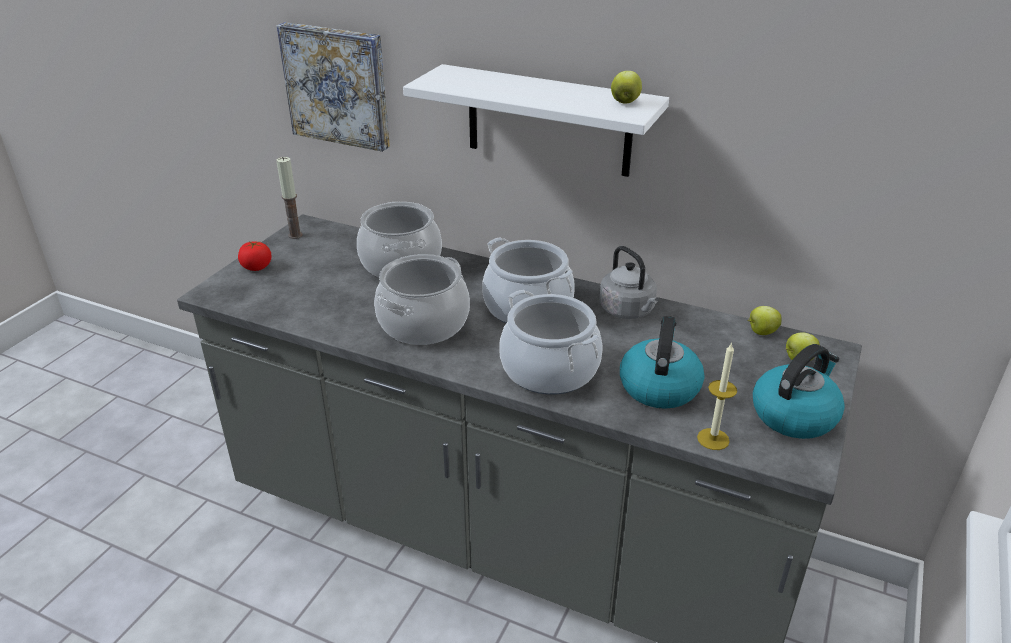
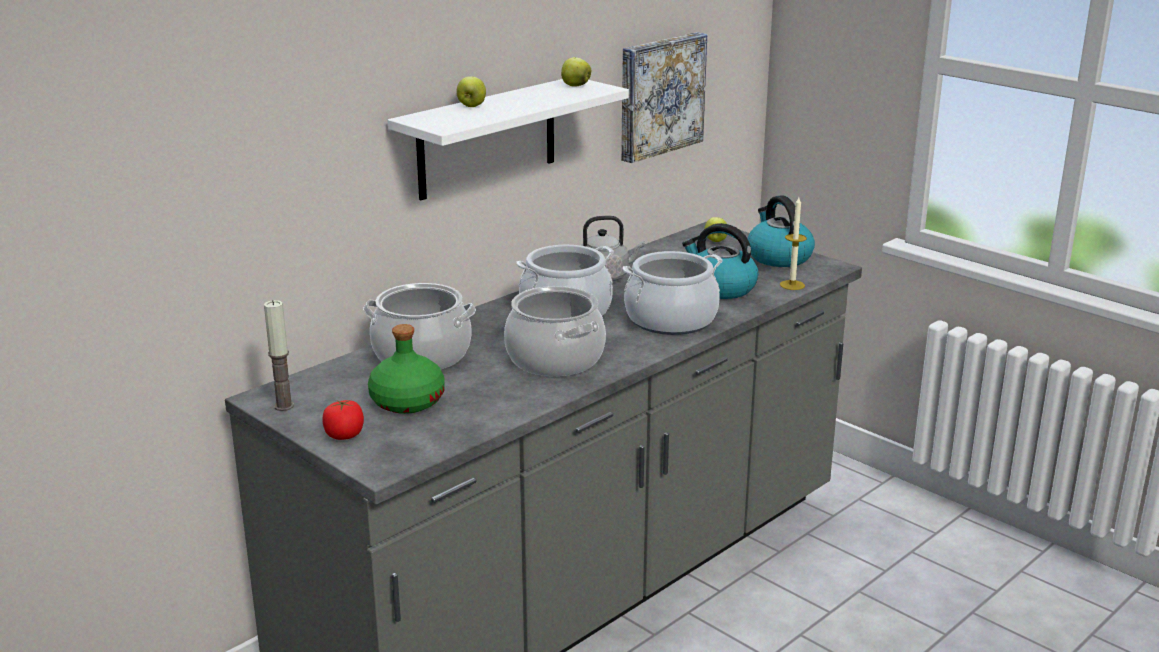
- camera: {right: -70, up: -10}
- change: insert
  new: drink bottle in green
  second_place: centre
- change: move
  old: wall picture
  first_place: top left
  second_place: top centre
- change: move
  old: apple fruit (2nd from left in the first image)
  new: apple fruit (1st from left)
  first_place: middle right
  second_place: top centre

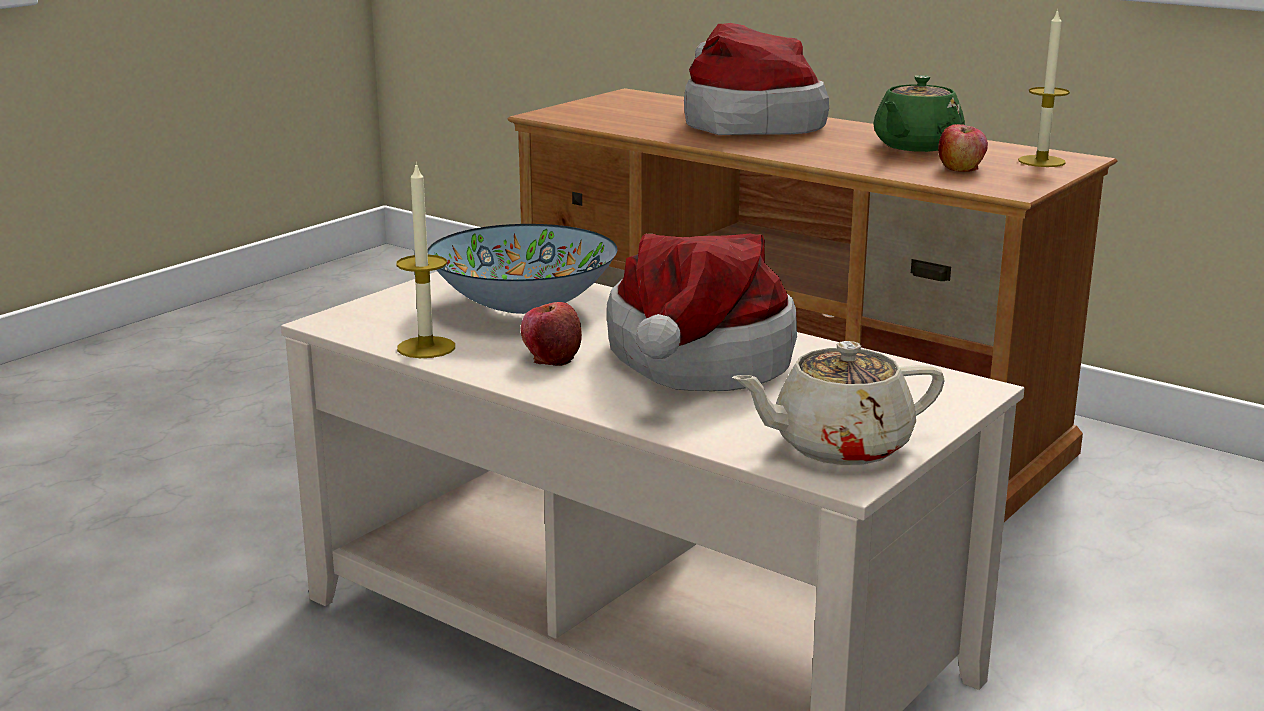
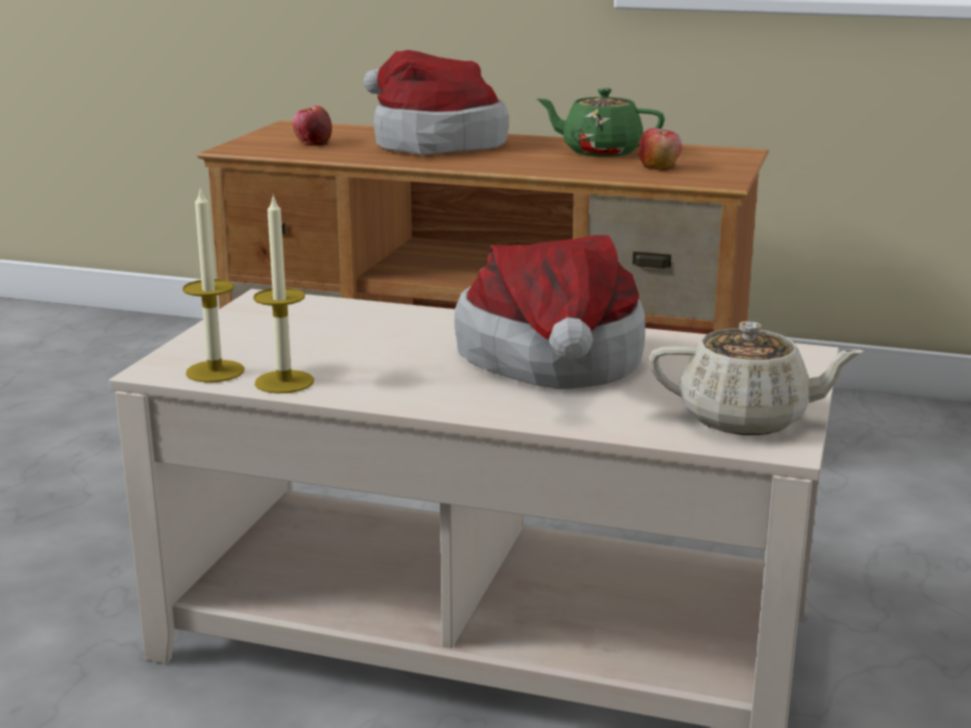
- camera: {right: -20, up: 0}
- change: delete
  old: bowl
  first_place: centre
- change: move
  old: apple fruit (1st from left)
  first_place: centre
  second_place: top left
- change: move
  old: candle (2nd from left in the first image)
  new: candle (1st from left)
  first_place: top right
  second_place: middle left
- change: rotate
  old: teapot in beige-coloured
  first_place: centre
  second_place: middle right
  degrees: -135
- change: rotate
  old: teapot in green
  first_place: top right
  second_place: top centre
  degrees: 90

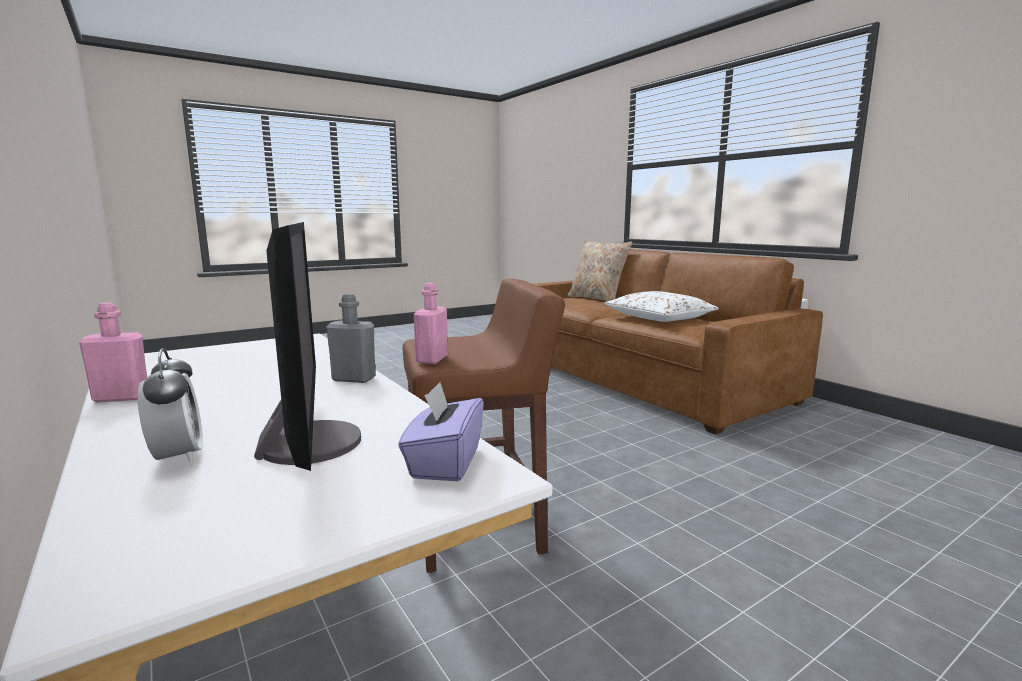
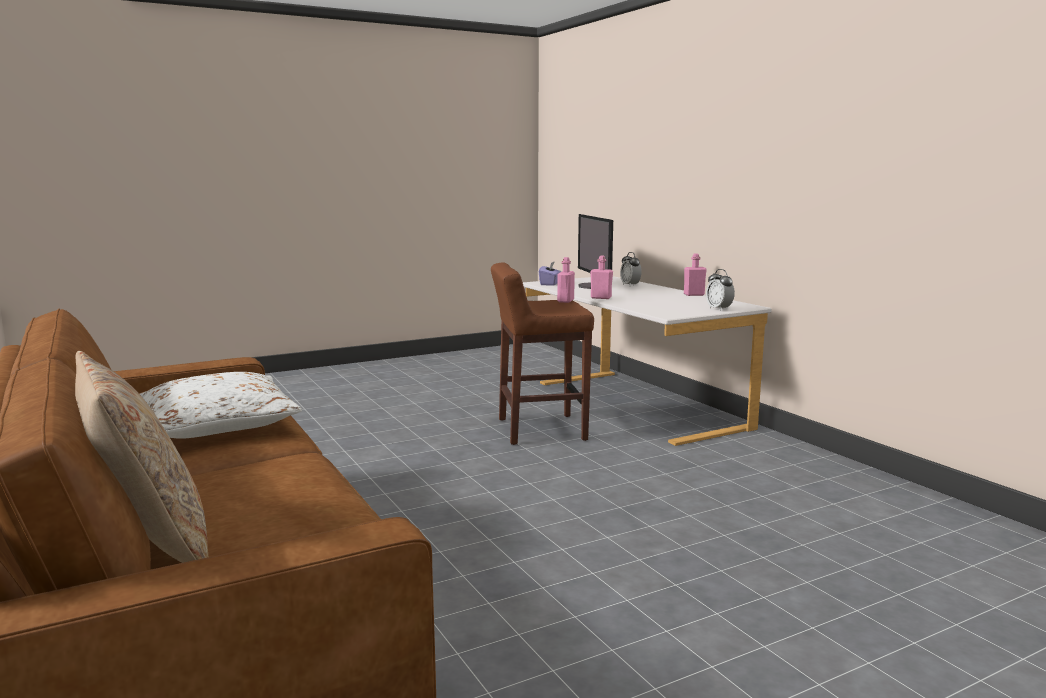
- camera: {right: -175, up: 0}
- change: insert
  new: table clock (2nd from left)
  second_place: middle right
- change: recolor
  old: drink bottle in gray
  new: drink bottle in pink (2nd from left)
  first_place: centre
  second_place: centre

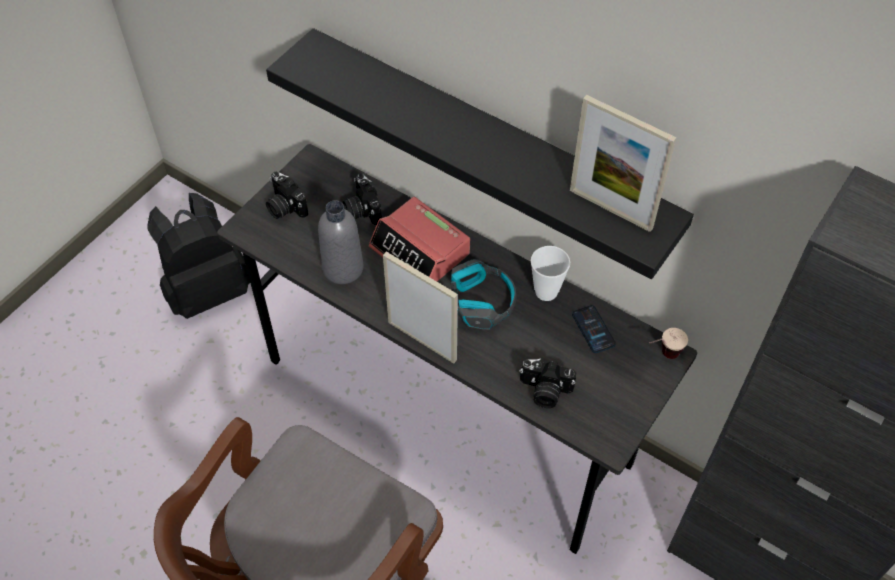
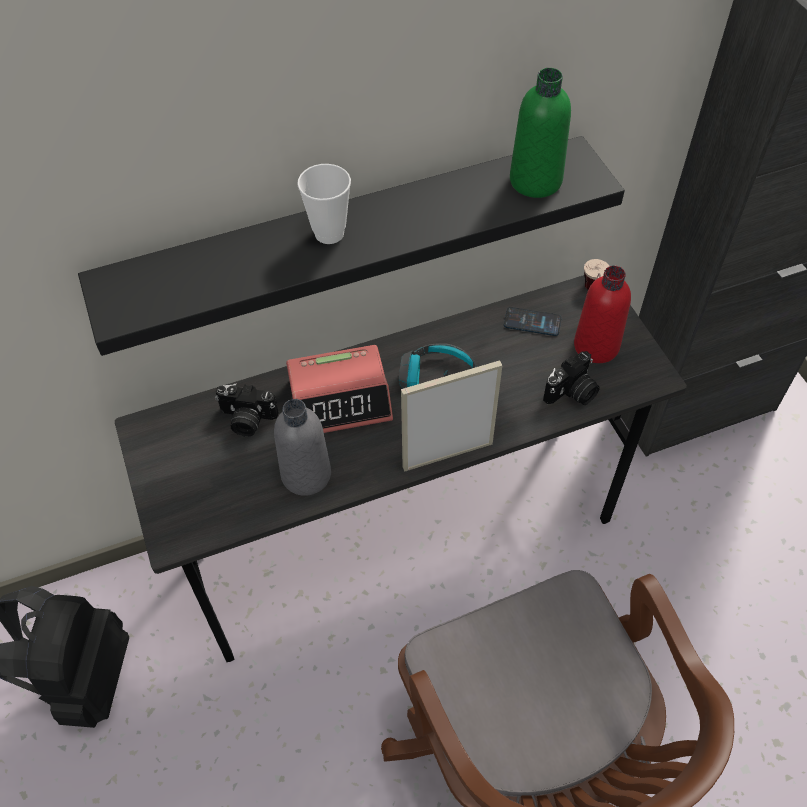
- camera: {right: -55, up: 0}
- change: delete
  old: photo camera (1st from left)
  first_place: middle left
- change: insert
  new: drink bottle in red-coloured
  second_place: middle right
- change: move
  old: cup (1st from left)
  first_place: centre
  second_place: top centre
- change: replace
  old: picture frame (2nd from left)
  new: drink bottle in green
  first_place: top right
  second_place: top right

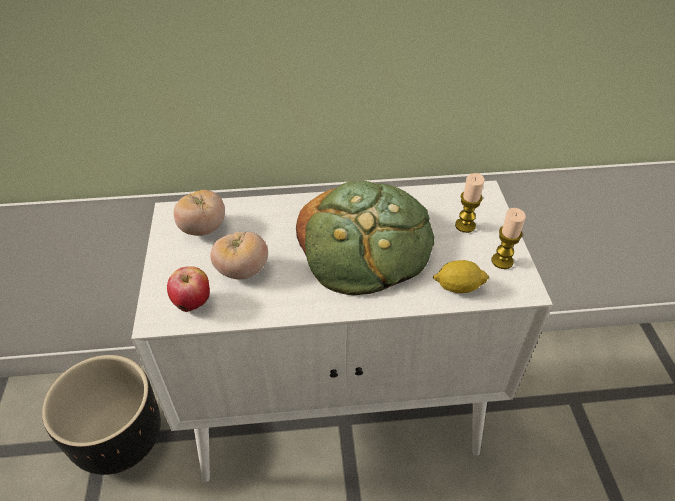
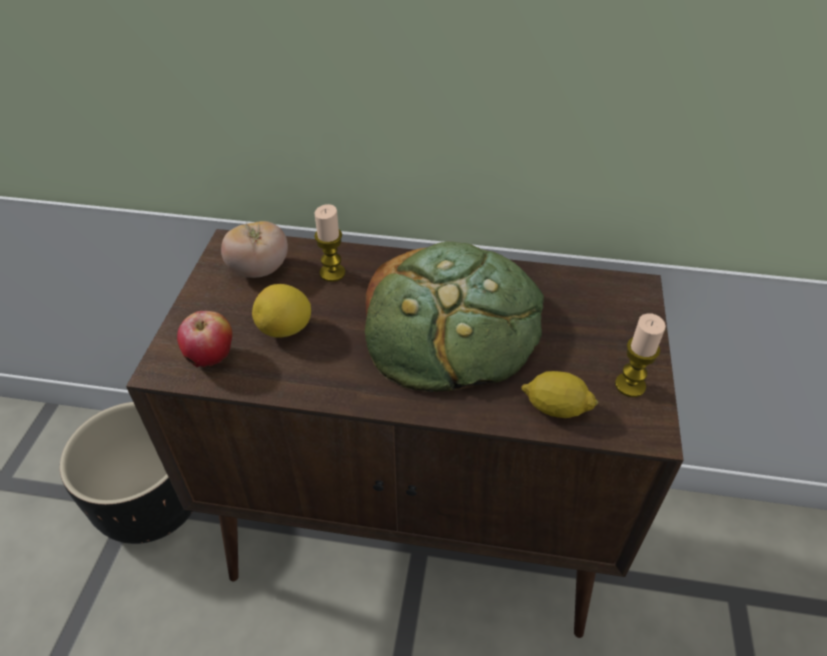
- camera: {right: 15, up: 0}
- change: move
  old: candle (1st from left)
  first_place: middle right
  second_place: centre
- change: replace
  old: whole tomato (2nd from left)
  new: lemon (1st from left)
  first_place: centre
  second_place: centre
- change: recolor
  old: cupboard in whitish
  new: cupboard in brown-coloured
  first_place: centre
  second_place: centre

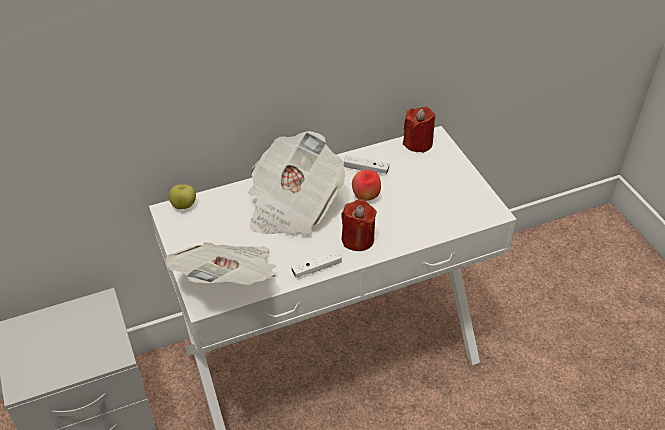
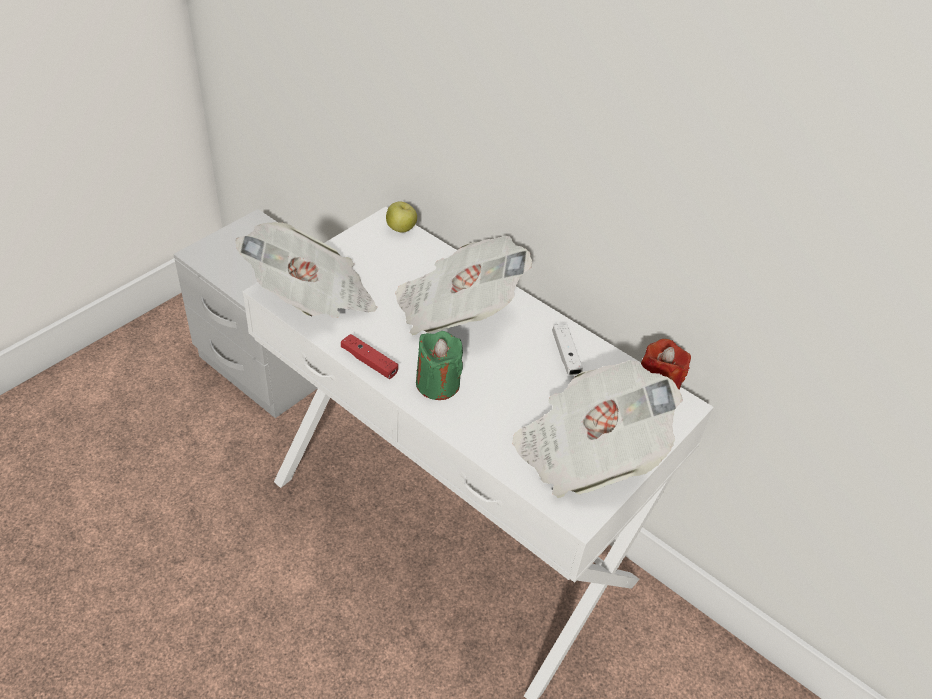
- camera: {right: 60, up: 0}
- change: delete
  old: apple fruit (2nd from left)
  first_place: centre
- change: insert
  new: newspaper (3rd from left)
  second_place: centre
- change: recolor
  old: game controller in whitish (1st from left)
  new: game controller in red-coloured
  first_place: centre
  second_place: centre
- change: recolor
  old: candle in red-coloured (1st from left)
  new: candle in green
  first_place: centre
  second_place: centre

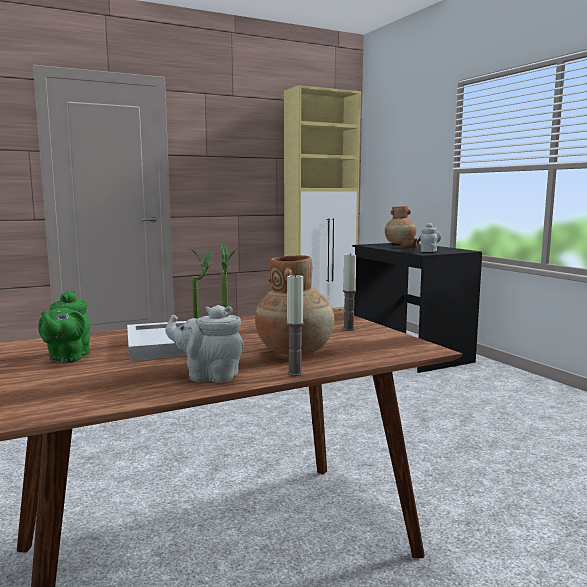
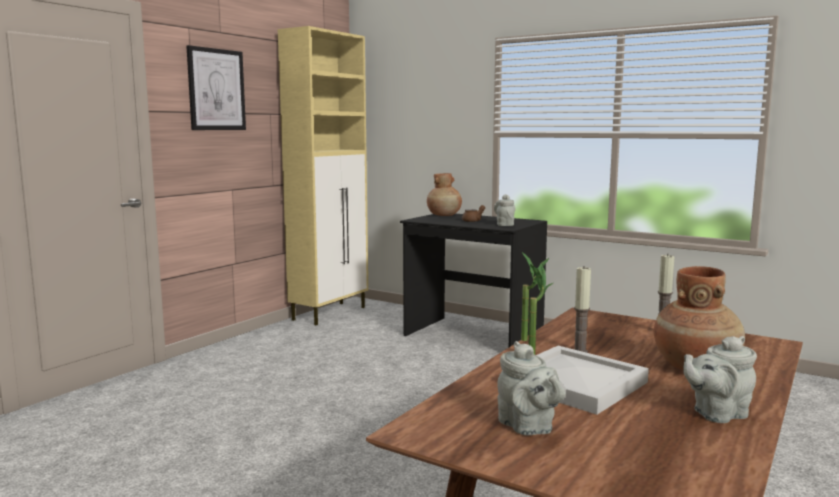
- camera: {right: -30, up: 0}
- change: insert
  new: wall picture
  second_place: top left
- change: move
  old: candle (1st from left)
  first_place: centre
  second_place: middle right
- change: recolor
  old: teapot in green
  new: teapot in gray (2nd from left)
  first_place: middle left
  second_place: bottom centre

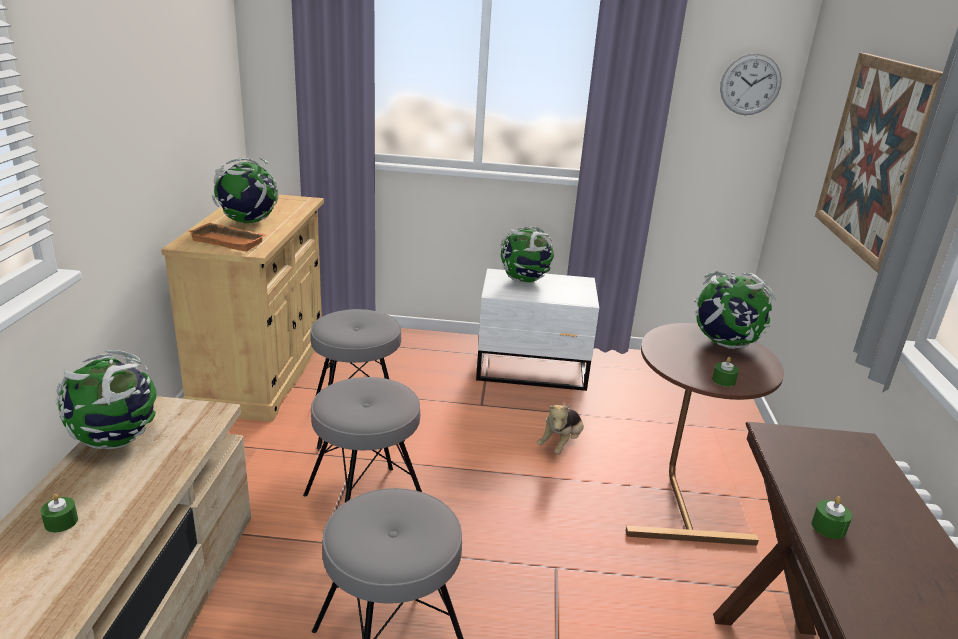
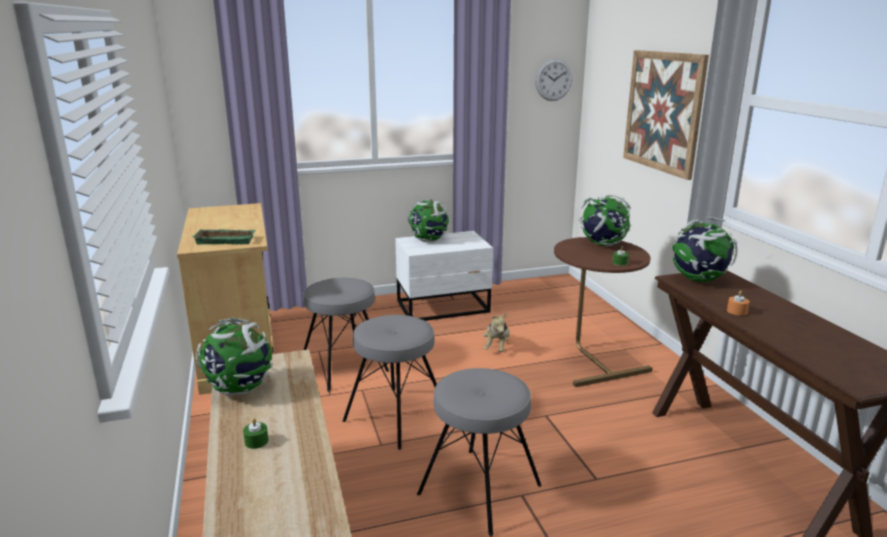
- camera: {right: -20, up: -5}
- change: move
  old: world globe (2nd from left in the first image)
  new: world globe (4th from left)
  first_place: top left
  second_place: middle right
- change: recolor
  old: tray in orangey
  new: tray in green
  first_place: middle left
  second_place: middle left
- change: recolor
  old: candle in green (3rd from left)
  new: candle in orangey
  first_place: bottom right
  second_place: middle right

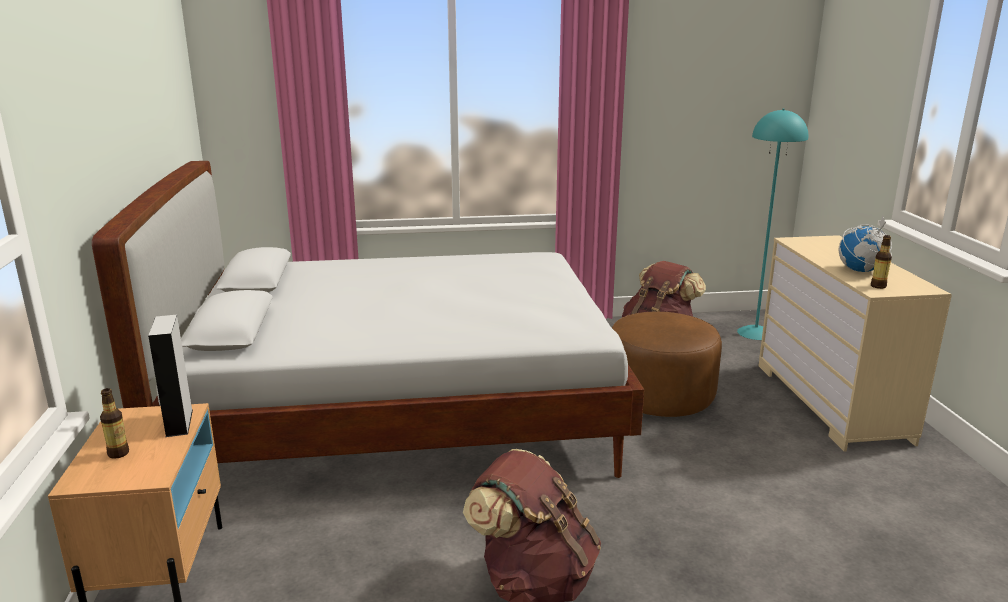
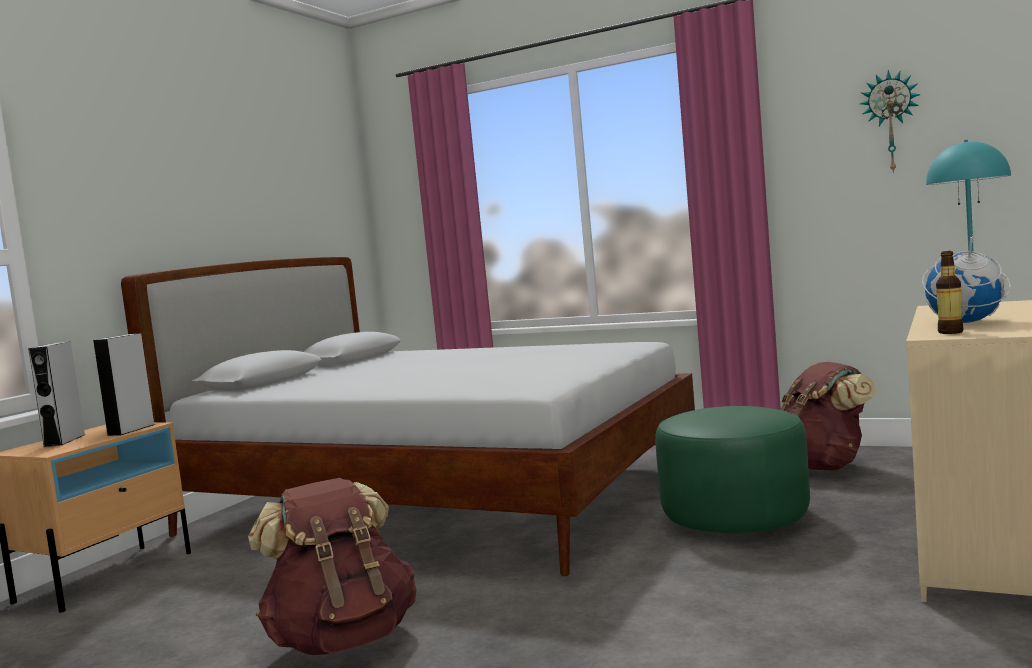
- camera: {right: 35, up: -15}
- change: insert
  new: hanging clock
  second_place: top right
- change: replace
  old: drink bottle (1st from left)
  new: speaker in gray (1st from left)
  first_place: bottom left
  second_place: middle left
- change: recolor
  old: pouffe in brown-coloured
  new: pouffe in green
  first_place: centre
  second_place: bottom right

